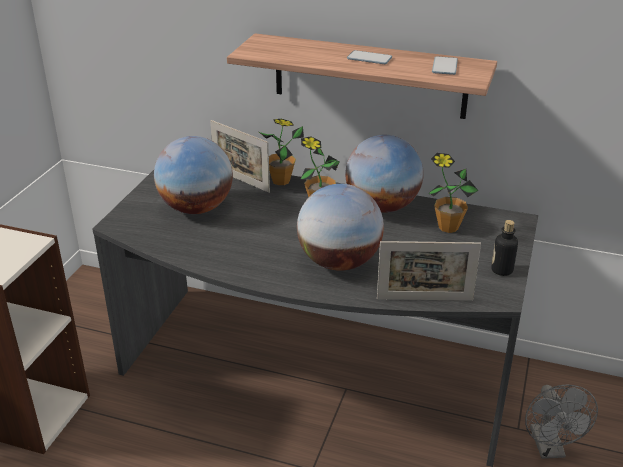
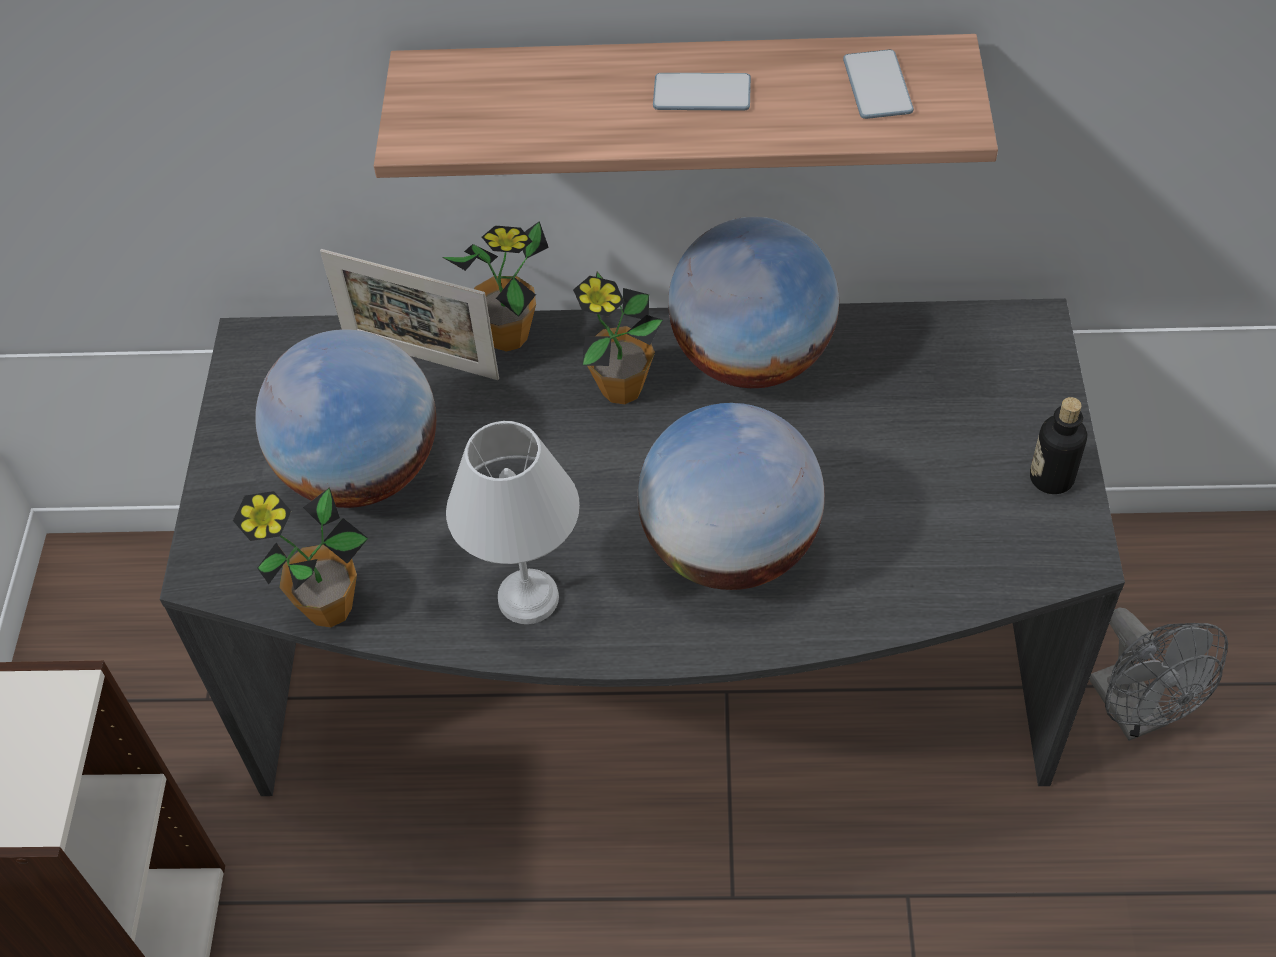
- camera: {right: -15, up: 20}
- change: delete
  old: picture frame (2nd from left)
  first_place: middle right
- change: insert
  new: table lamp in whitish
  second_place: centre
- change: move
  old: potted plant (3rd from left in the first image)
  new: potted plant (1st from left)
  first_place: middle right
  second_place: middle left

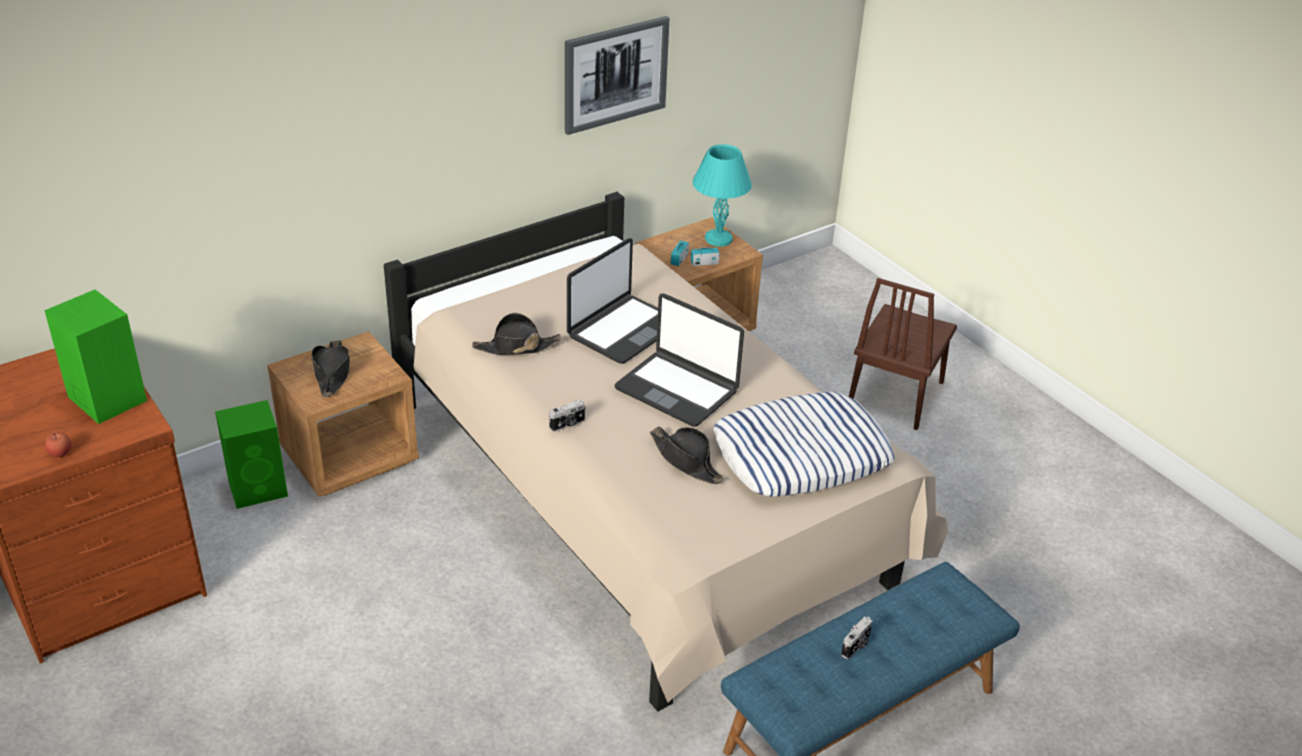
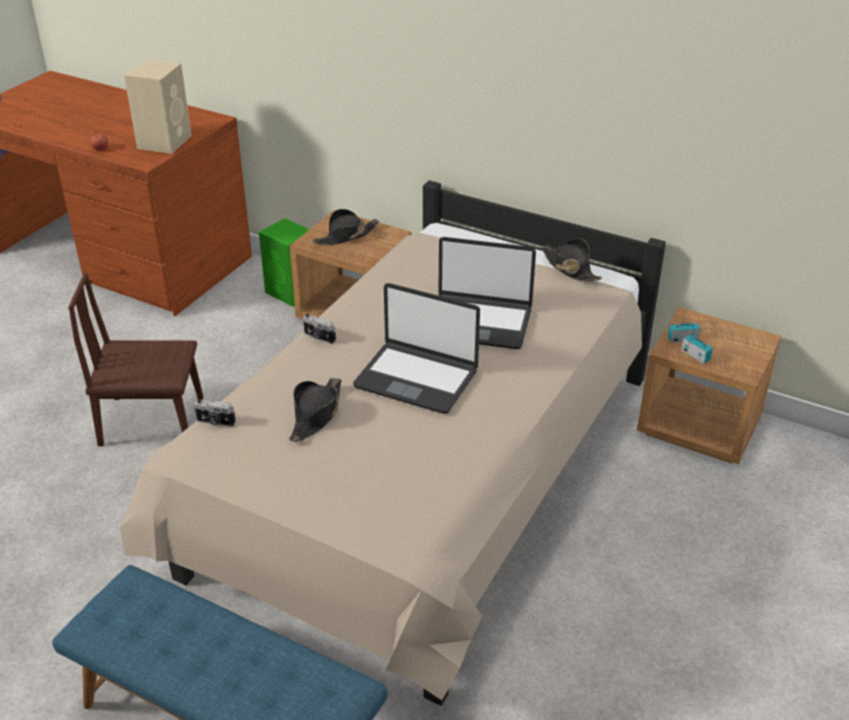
- camera: {right: 65, up: 0}
- change: delete
  old: wall picture
  first_place: top centre
- change: delete
  old: table lamp in turquoise-coloured
  first_place: top centre
- change: delete
  old: cushion
  first_place: centre
- change: move
  old: hat in black (2nd from left in the first image)
  new: hat in black (3rd from left)
  first_place: centre
  second_place: middle right
- change: move
  old: photo camera (2nd from left in the first image)
  new: photo camera (1st from left)
  first_place: bottom centre
  second_place: middle left
- change: move
  old: chair in brown-coloured
  first_place: middle right
  second_place: middle left
- change: recolor
  old: speaker in green (1st from left)
  new: speaker in beige-coloured
  first_place: middle left
  second_place: top left
- change: rotate
  old: laptop (2nd from left in the first image)
  first_place: centre
  second_place: centre
  degrees: -75

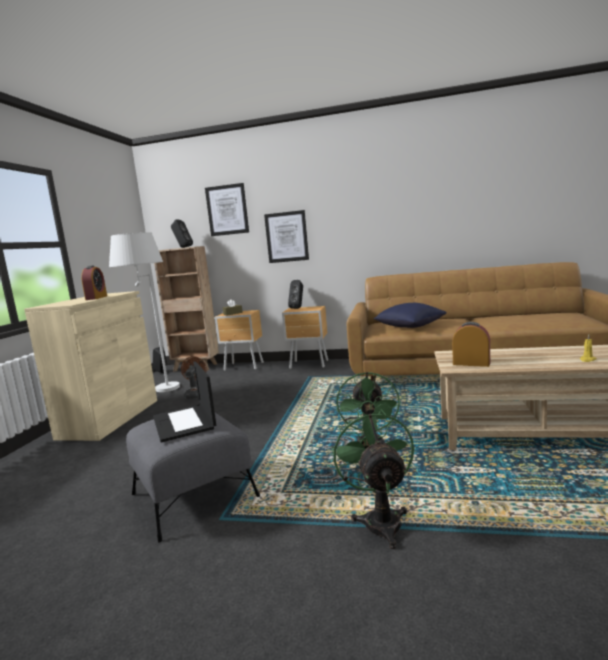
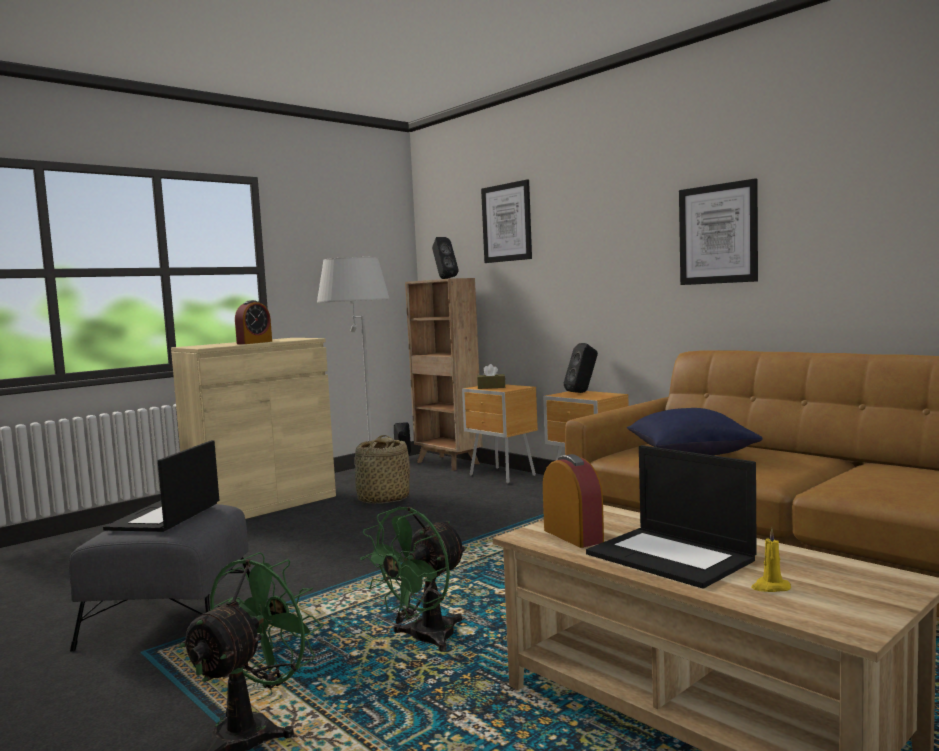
- camera: {right: 35, up: -5}
- change: insert
  new: laptop (2nd from left)
  second_place: bottom right
- change: move
  old: wall picture (2nd from left)
  first_place: centre
  second_place: top right
- change: replace
  old: electric fan in brown-coloured
  new: storage basket
  first_place: middle left
  second_place: centre

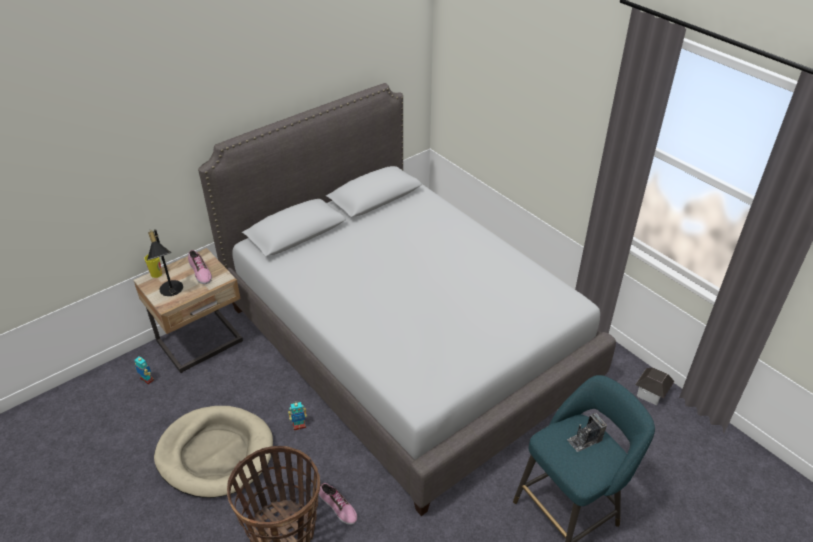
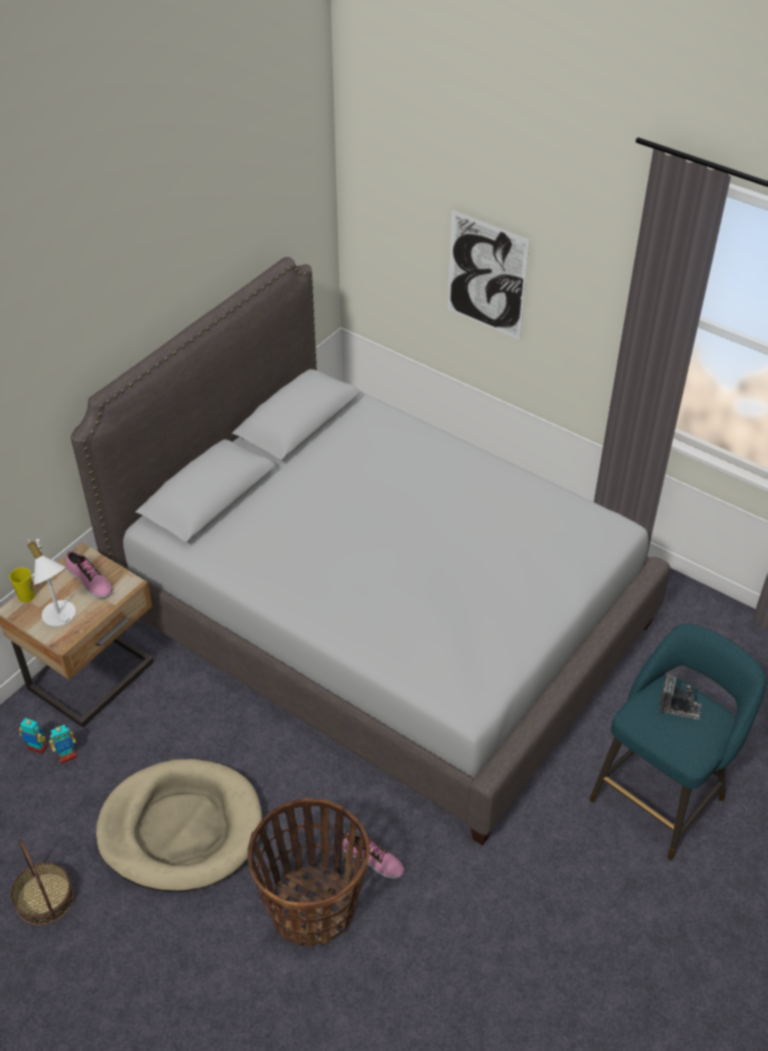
- camera: {right: -15, up: 5}
- change: delete
  old: model house
  first_place: bottom right
- change: insert
  new: storage basket (1st from left)
  second_place: bottom left
- change: insert
  new: wall picture
  second_place: top centre
- change: move
  old: model robot (2nd from left)
  first_place: bottom centre
  second_place: bottom left
- change: recolor
  old: table lamp in black
  new: table lamp in whitish
  first_place: middle left
  second_place: middle left
- change: rotate
  old: photo camera
  first_place: bottom right
  second_place: middle right
  degrees: -120

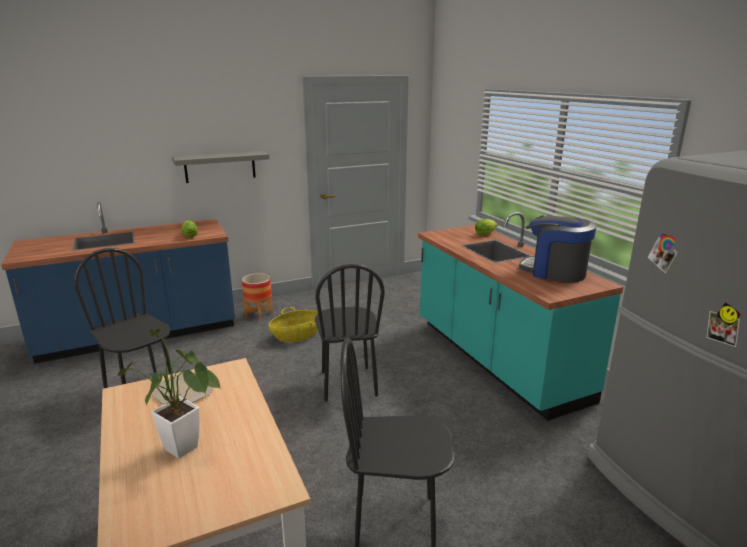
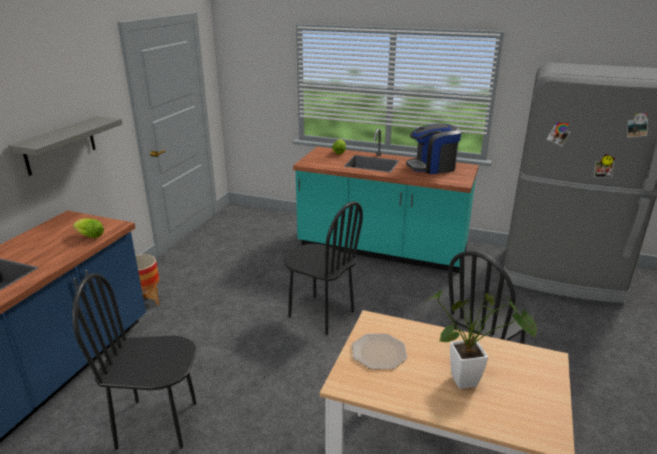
- camera: {right: -45, up: 5}
- change: delete
  old: storage basket
  first_place: centre

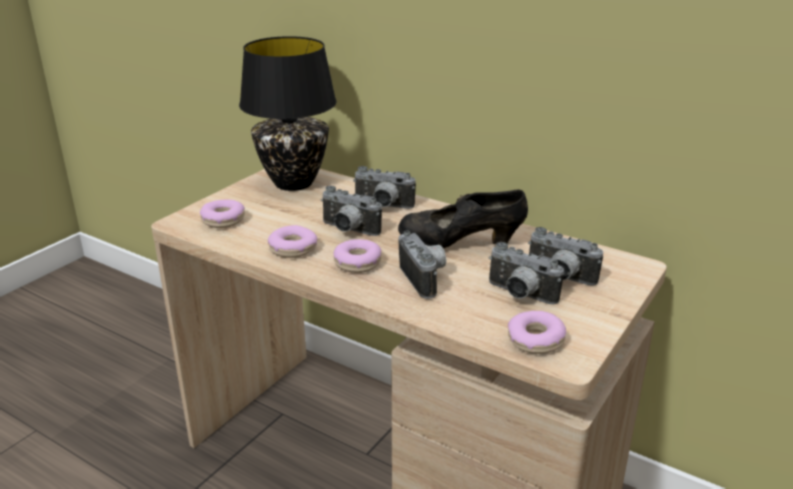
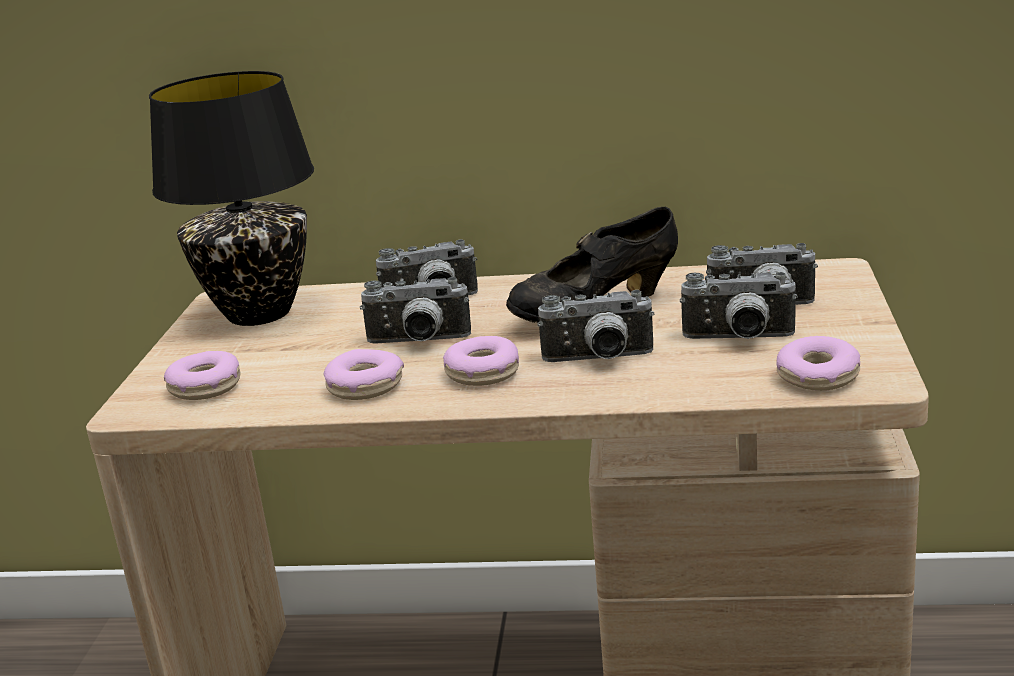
- camera: {right: -25, up: -5}
- change: rotate
  old: photo camera (3rd from left)
  first_place: centre
  second_place: centre
  degrees: 135

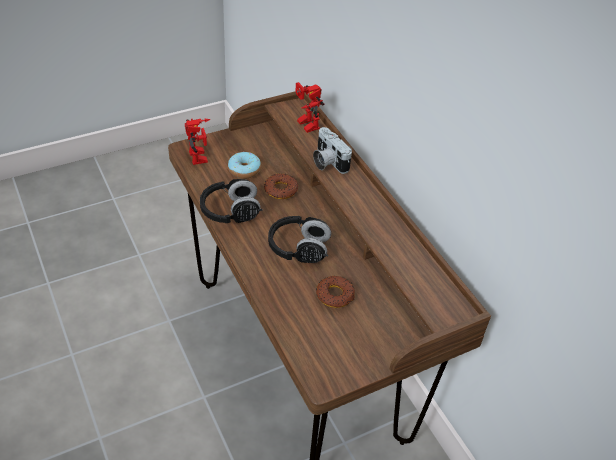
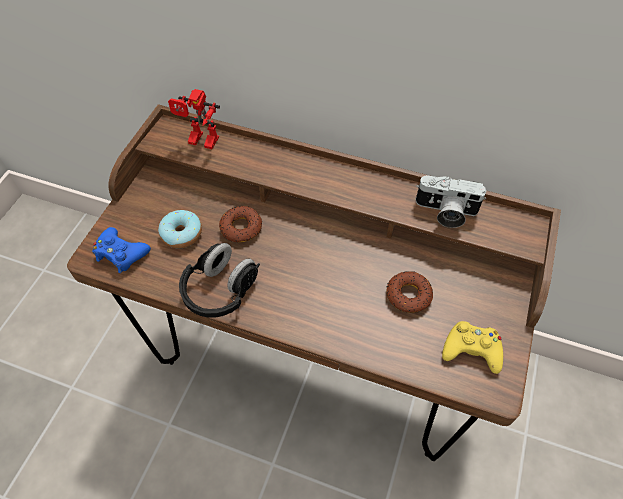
- camera: {right: -40, up: 10}
- change: delete
  old: headphones in black (2nd from left)
  first_place: centre
- change: insert
  new: game controller in yellow
  second_place: bottom right
- change: move
  old: photo camera
  first_place: top centre
  second_place: middle right
- change: replace
  old: model robot (1st from left)
  new: game controller in blue-coloured
  first_place: top left
  second_place: middle left

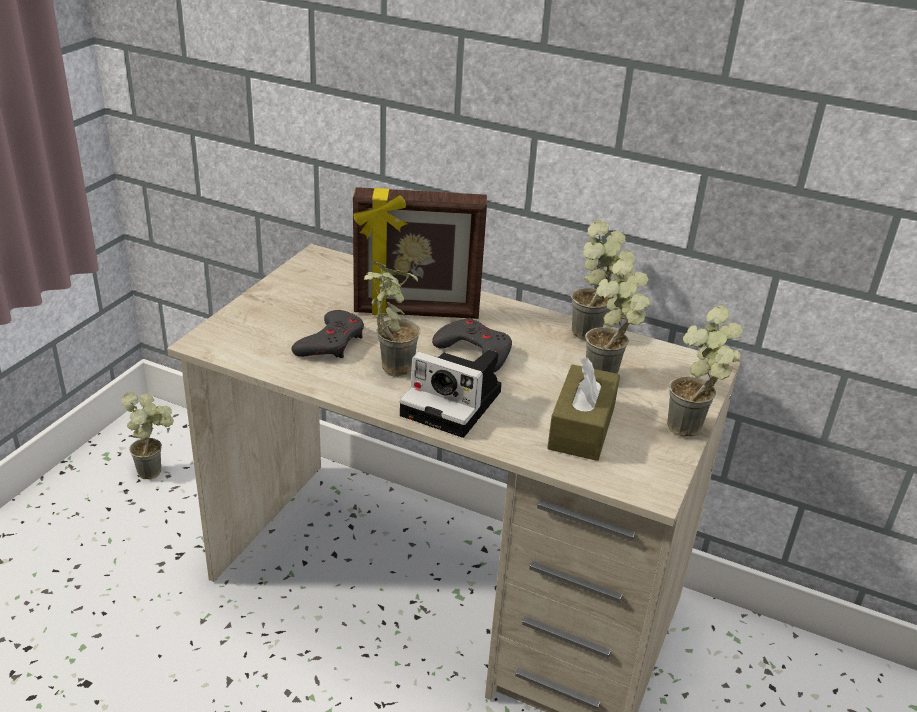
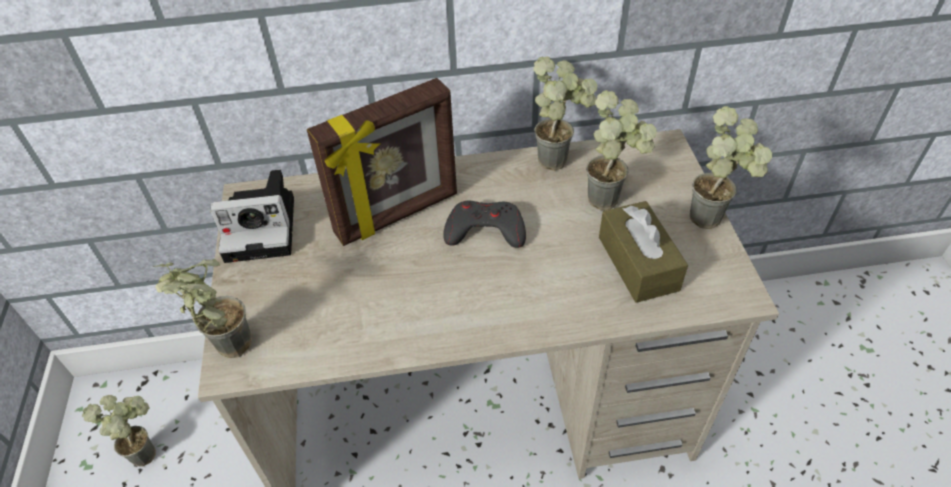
- camera: {right: -30, up: 15}
- change: delete
  old: game controller in gray (1st from left)
  first_place: centre
- change: move
  old: potted plant (2nd from left)
  first_place: centre
  second_place: middle left
- change: move
  old: photo camera
  first_place: centre
  second_place: middle left

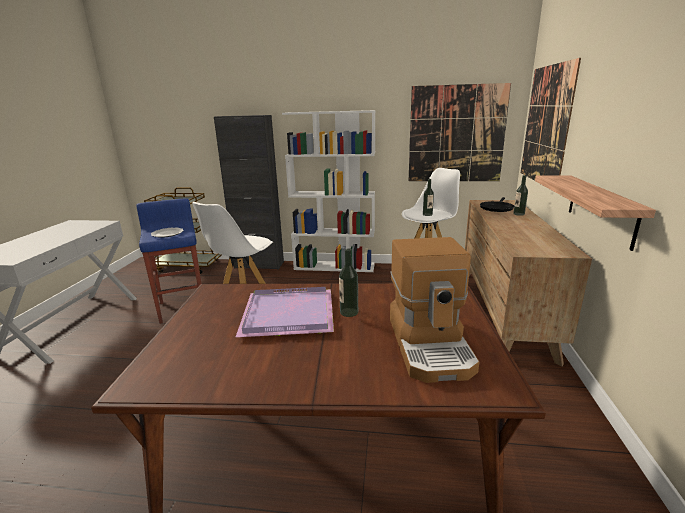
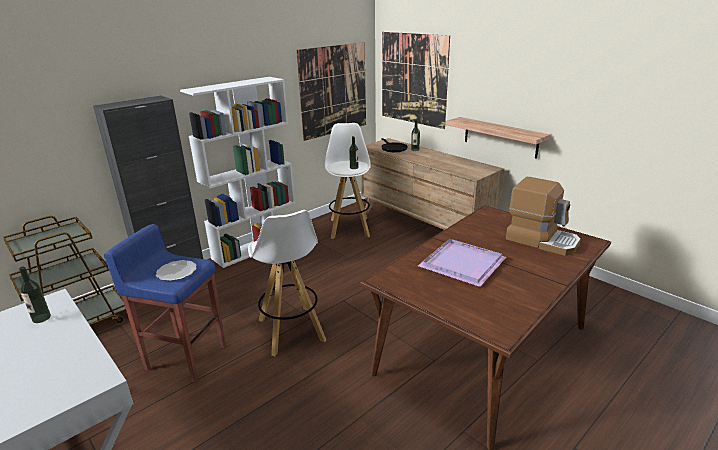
- camera: {right: -50, up: 5}
- change: move
  old: drink bottle (1st from left)
  first_place: centre
  second_place: middle left

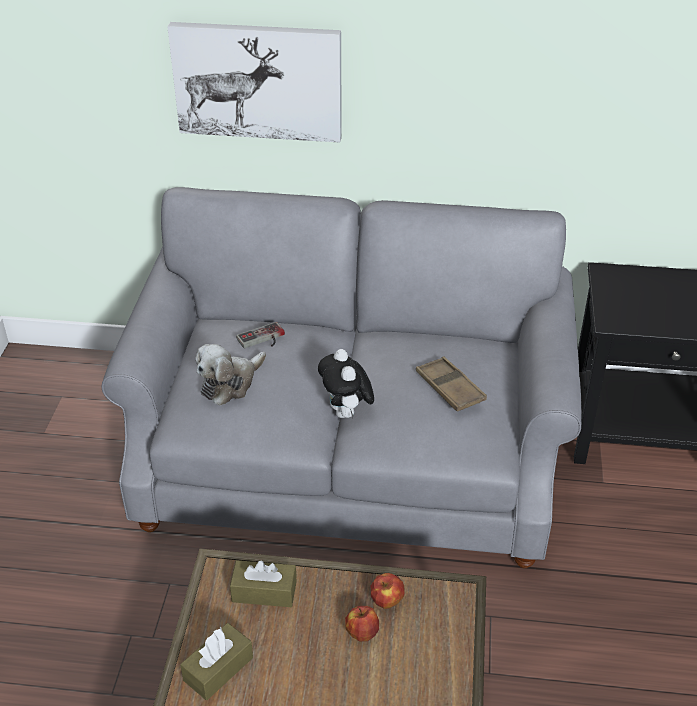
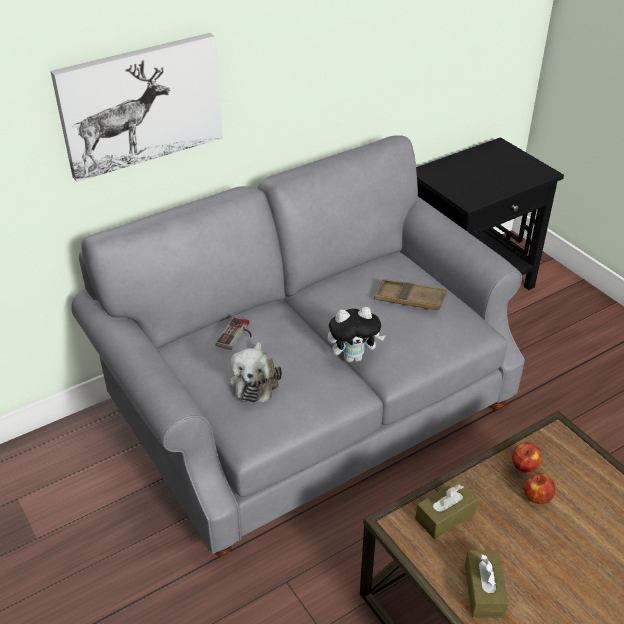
- camera: {right: -40, up: 0}
- change: rotate
  old: plush toy (2nd from left)
  first_place: centre
  second_place: centre
  degrees: -45

